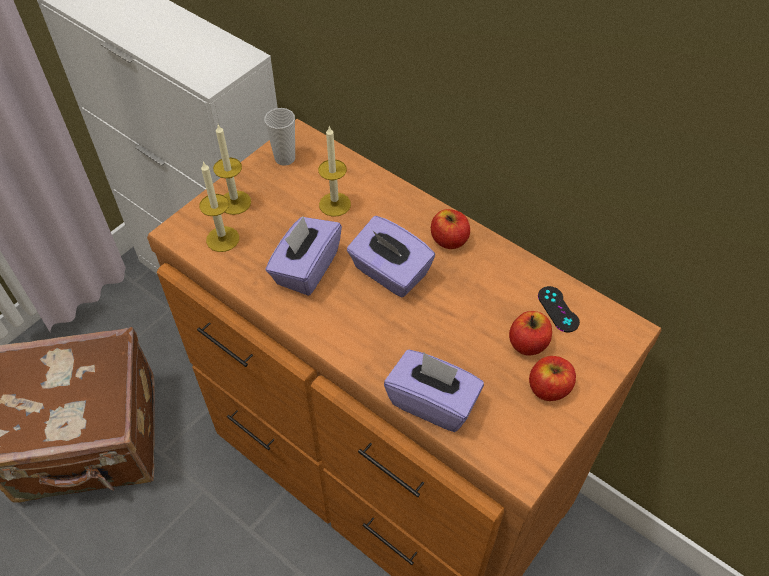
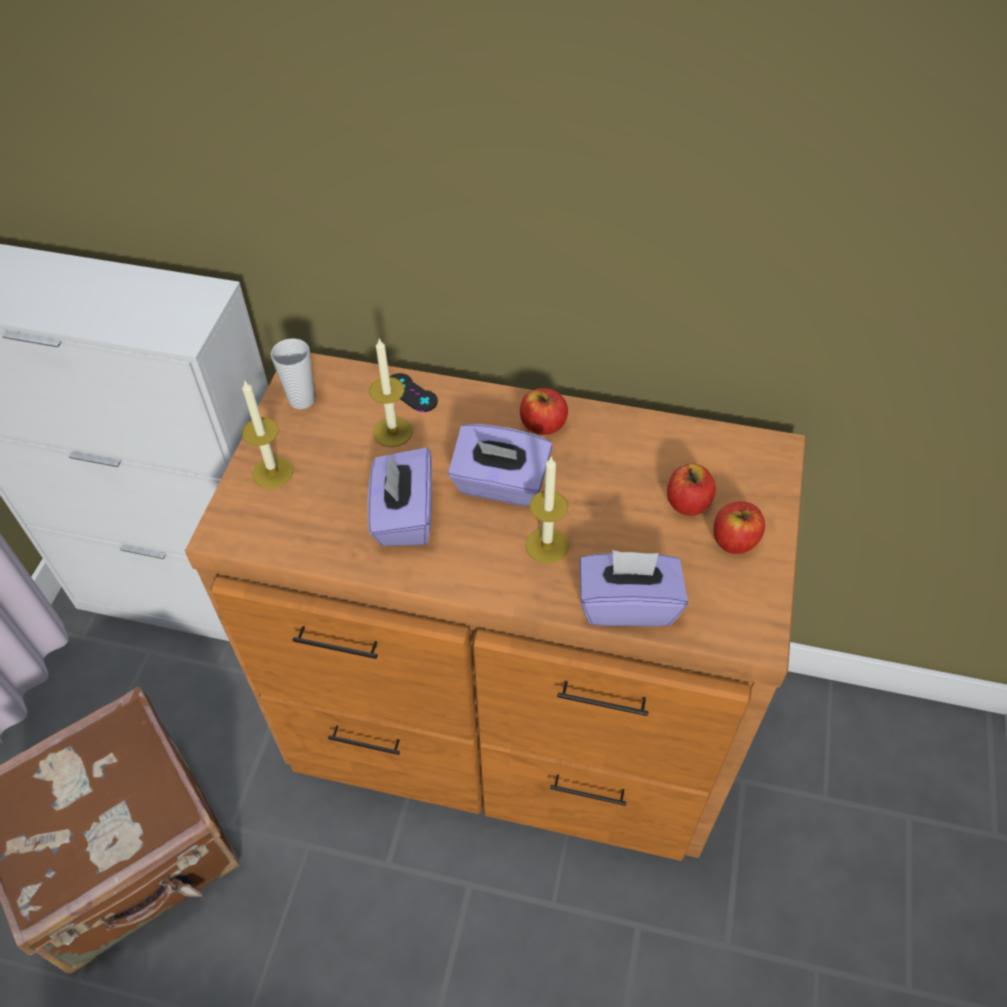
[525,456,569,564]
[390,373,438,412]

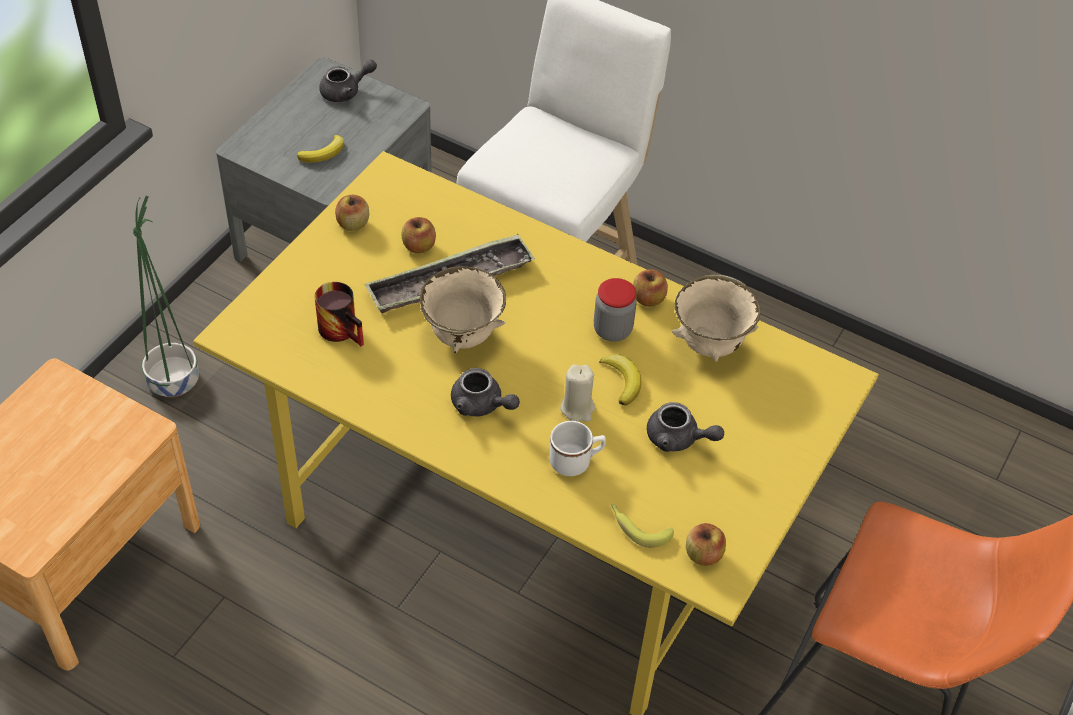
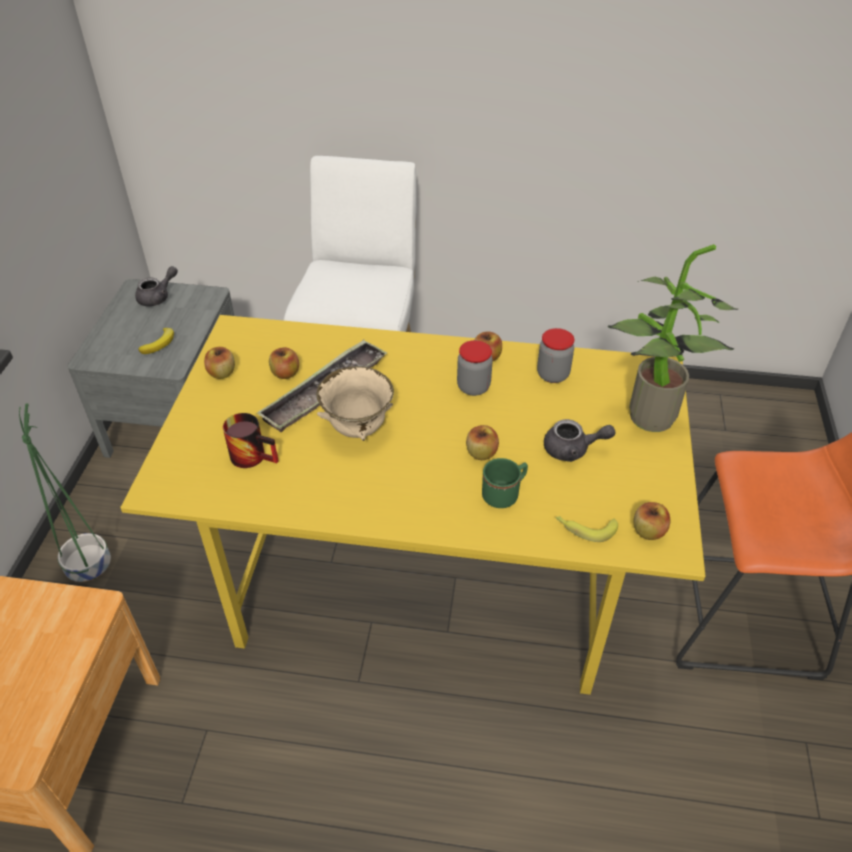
[537,328,574,383]
[599,354,641,406] (first image)
[466,425,499,460]
[451,368,520,416] (first image)
[482,458,528,508]
[608,244,738,432]

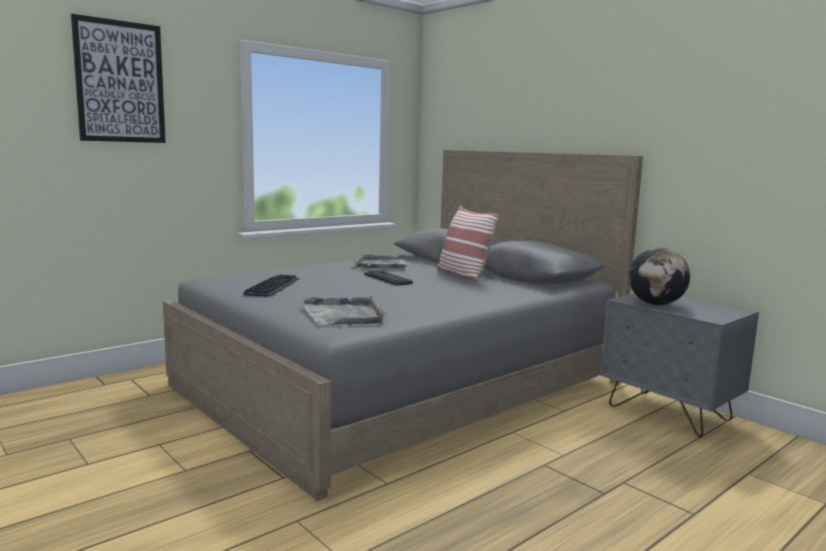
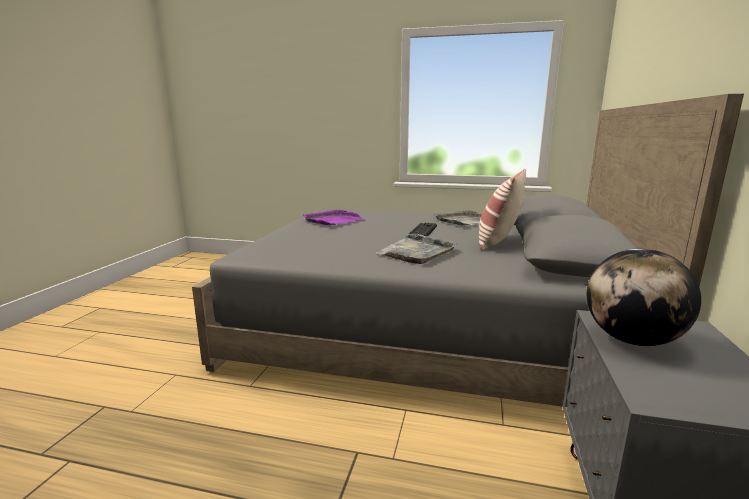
[71,14,166,143] (first image)
[303,210,365,225]
[376,234,458,264]

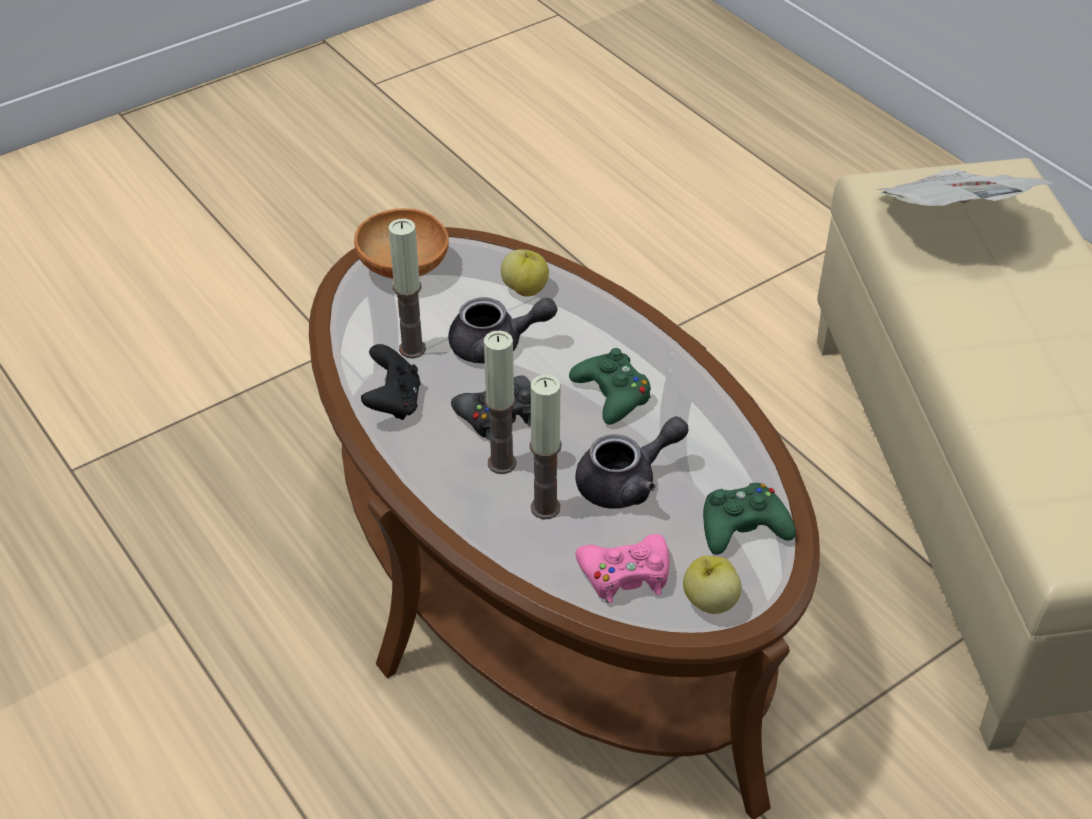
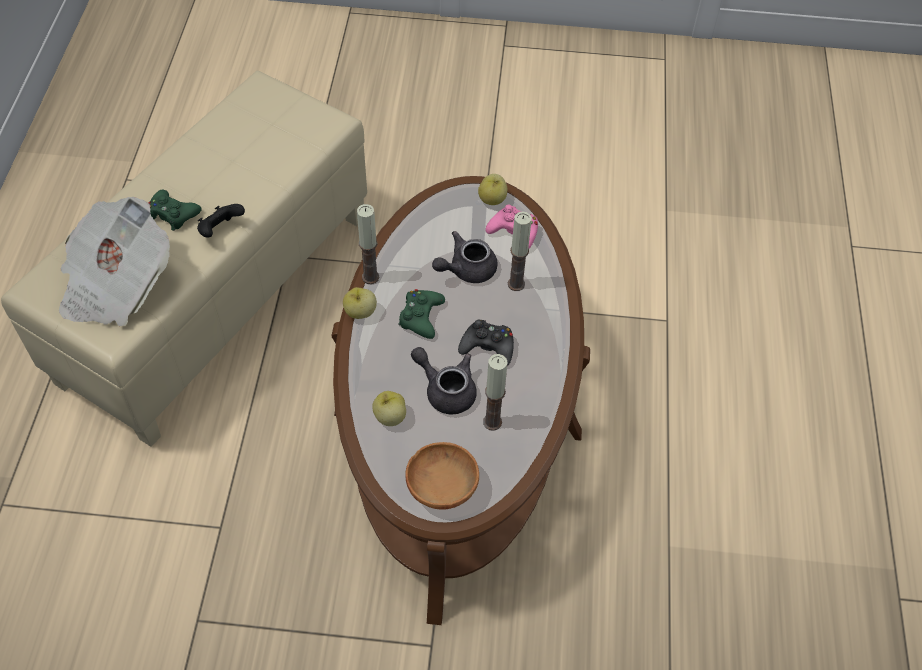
[357,204,379,284]
[197,204,245,238]
[432,231,497,283]
[148,189,202,231]
[343,287,377,319]

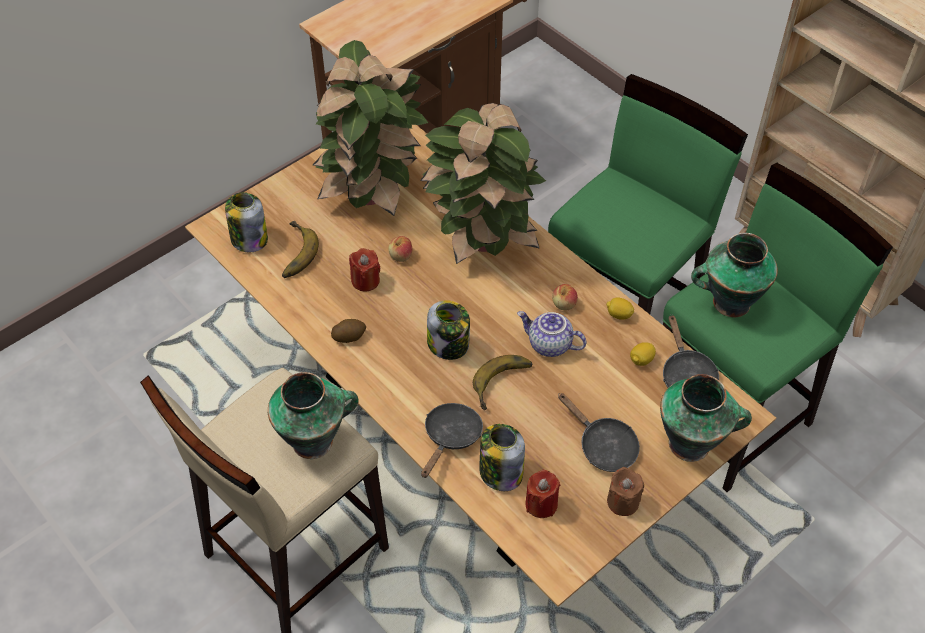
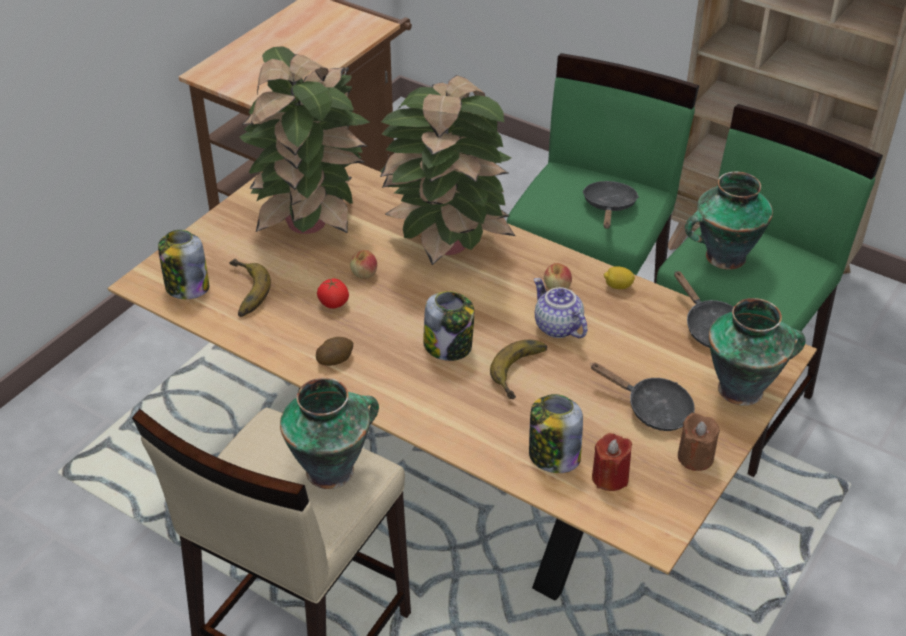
[317,278,349,309]
[534,278,587,338]
[630,342,656,366] (first image)
[583,181,639,229]

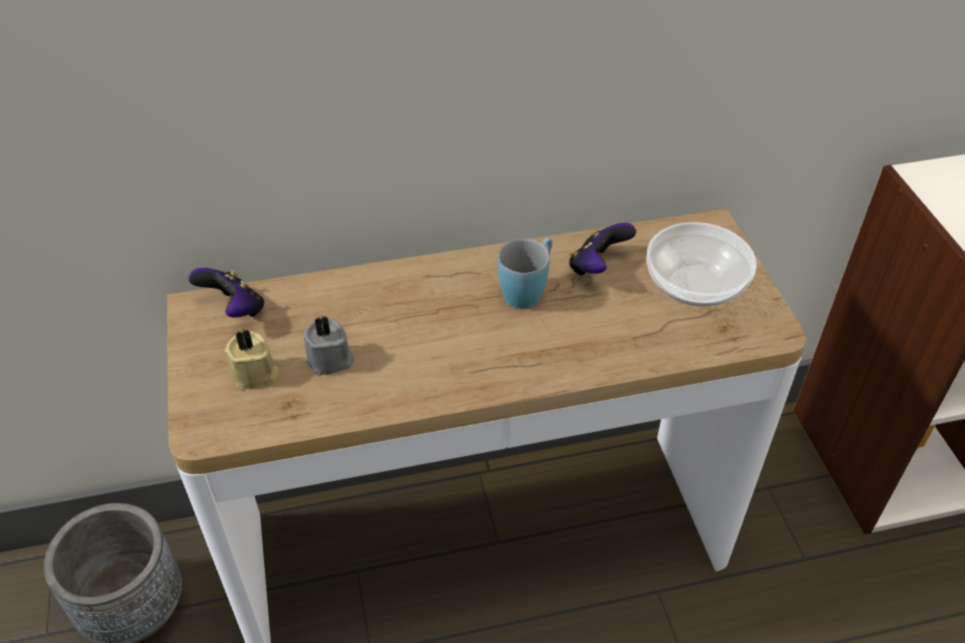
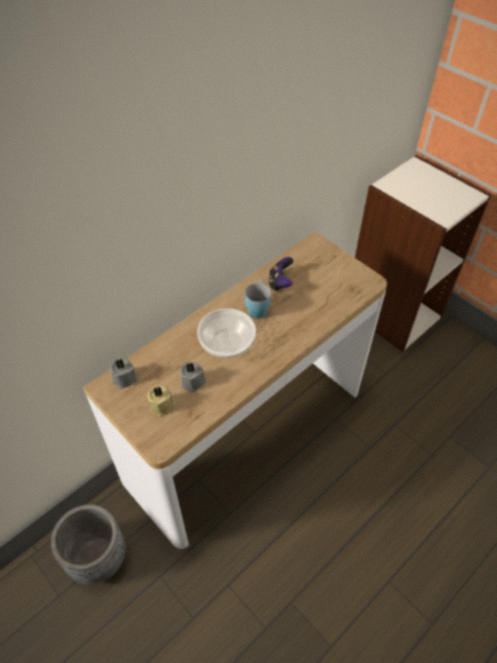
[197,308,256,358]
[110,358,138,389]

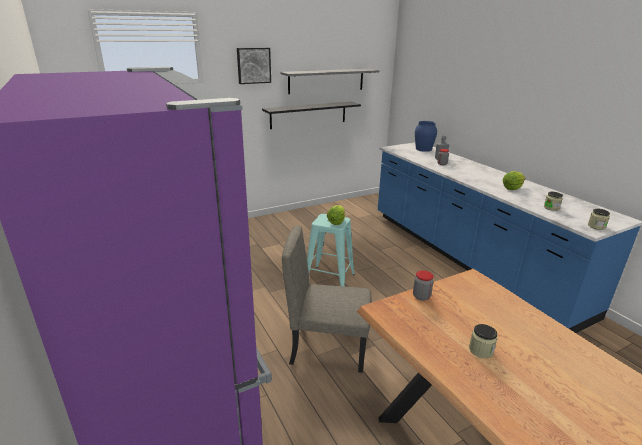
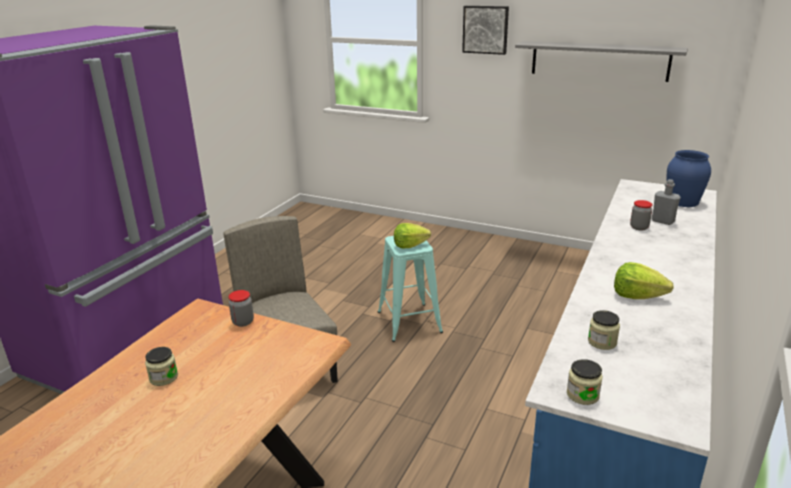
[262,102,361,129] (first image)

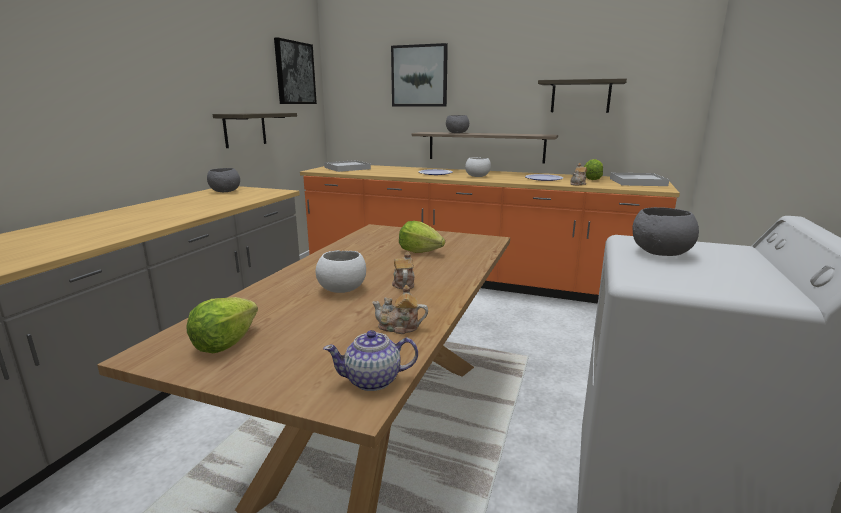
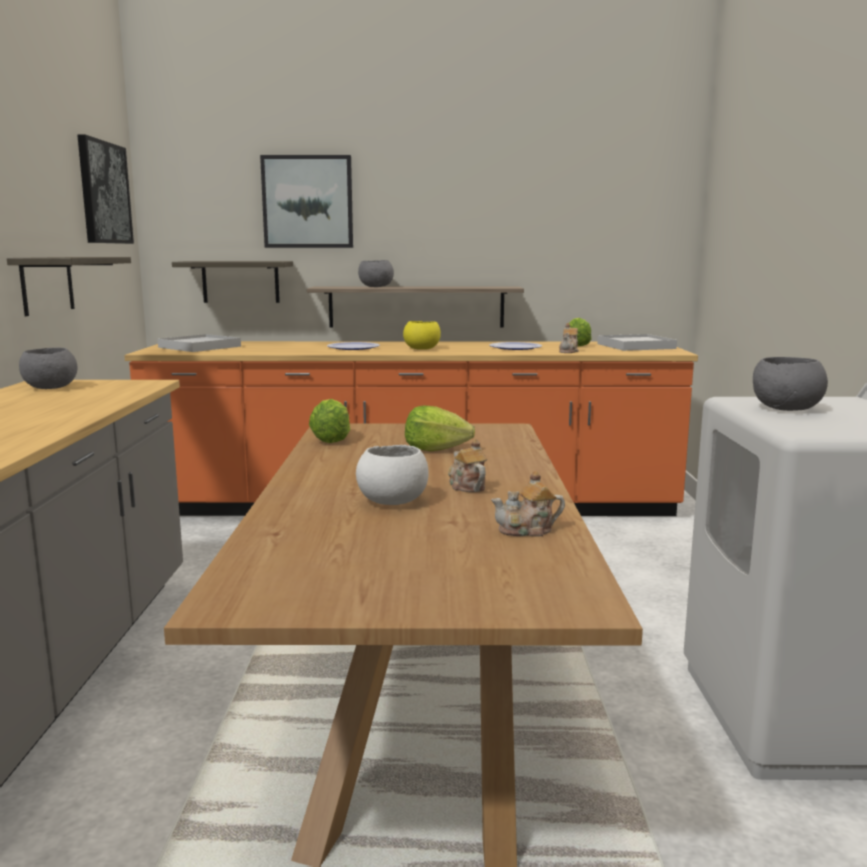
[172,261,293,303]
[403,321,441,350]
[309,399,351,443]
[323,330,418,391] (first image)

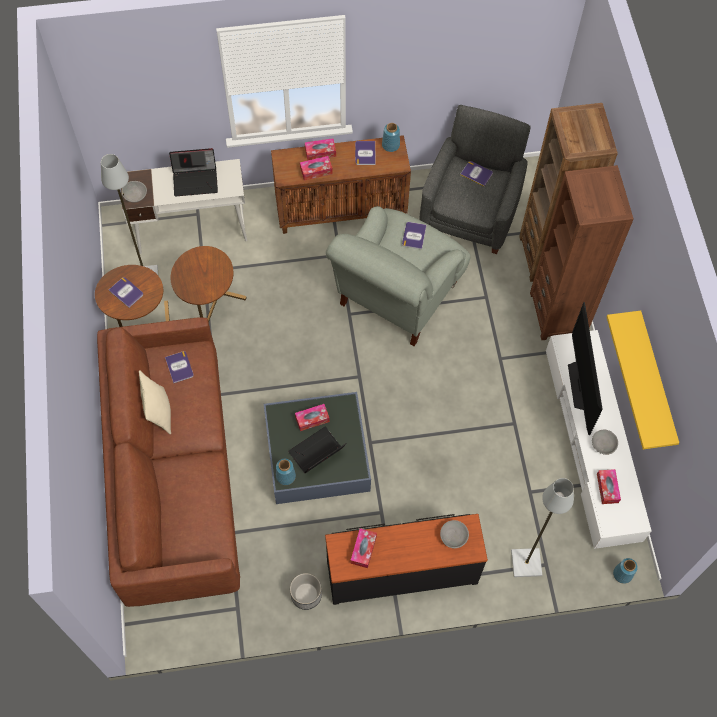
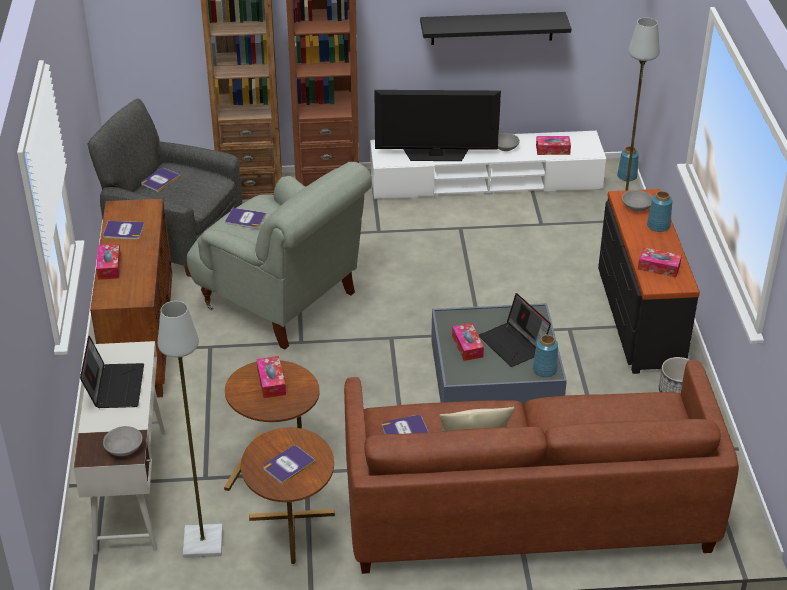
[647,191,673,232]
[257,356,286,398]
[420,12,572,45]

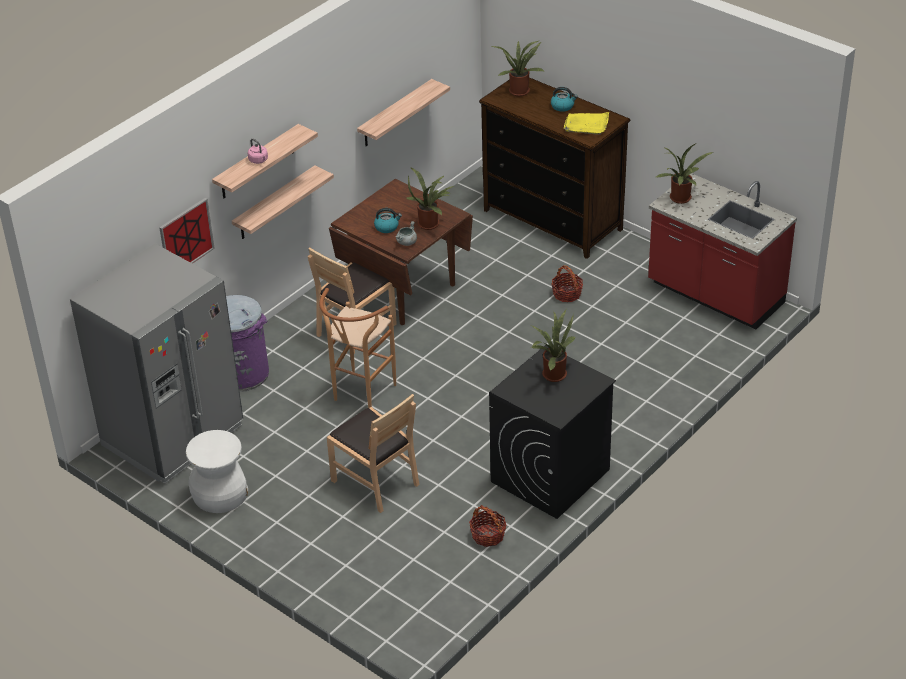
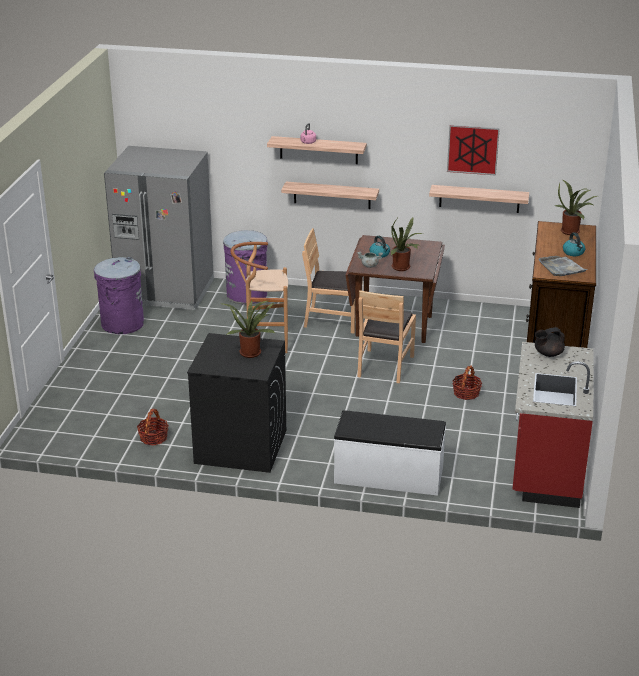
[539,256,587,276]
[535,327,565,357]
[447,125,500,176]
[357,290,416,383]
[94,257,144,334]
[334,410,446,496]

